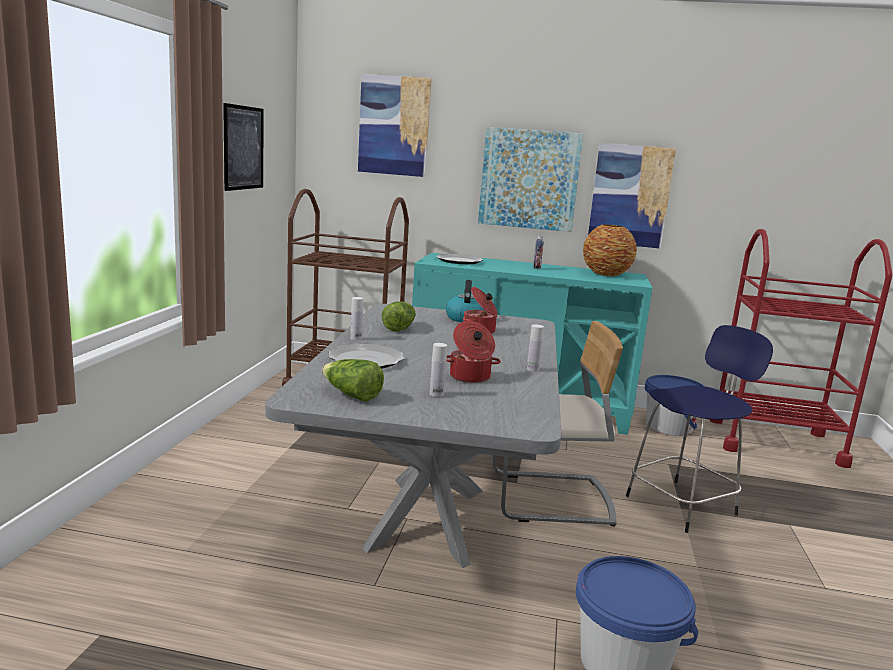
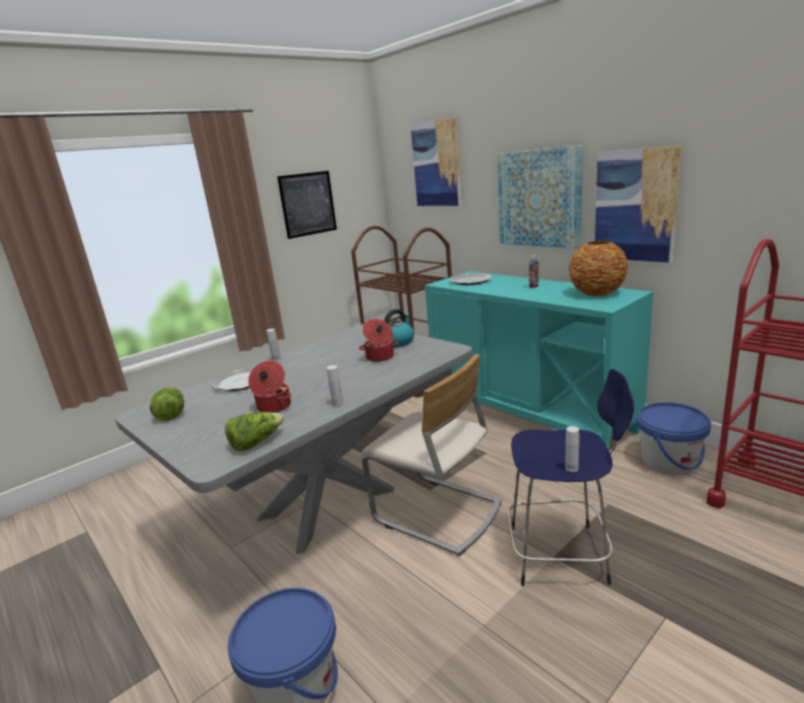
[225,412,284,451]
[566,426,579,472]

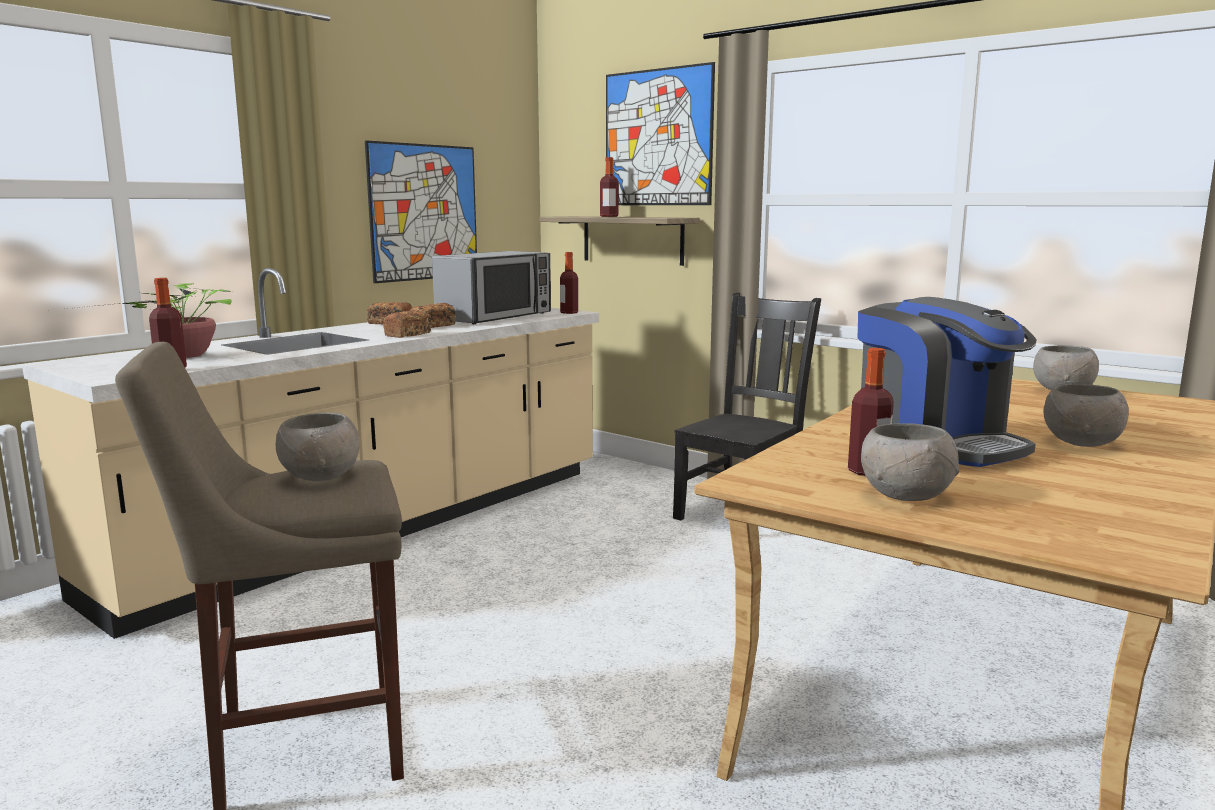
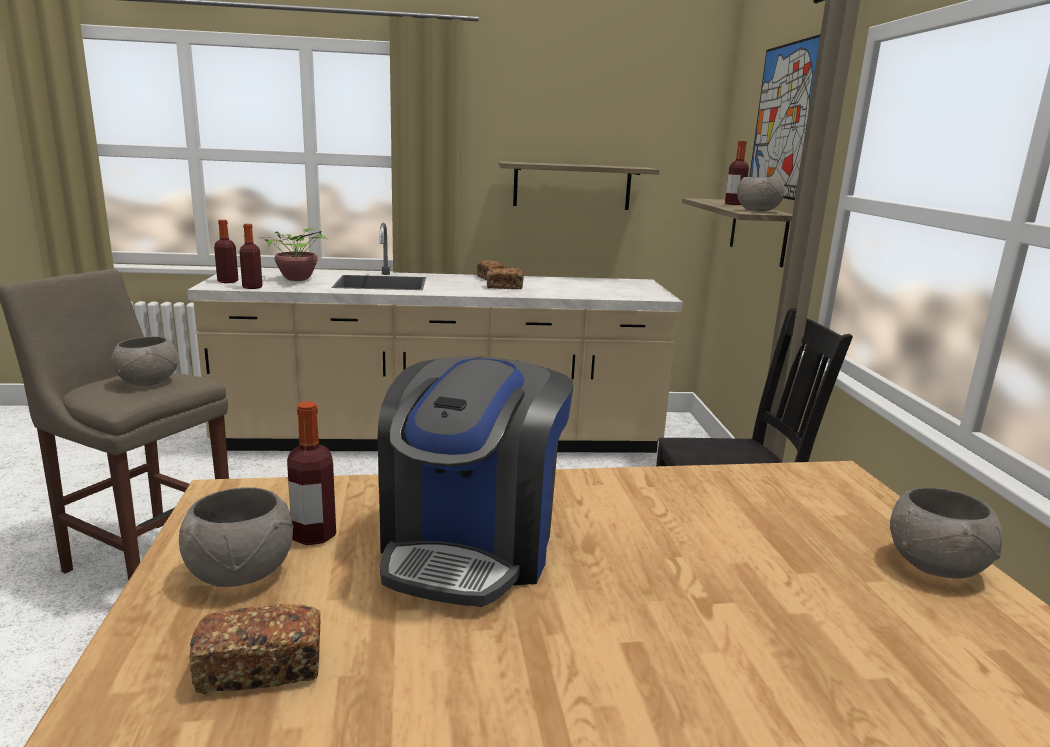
[498,161,660,210]
[432,251,551,324] (first image)
[214,220,238,283]
[189,604,320,694]
[737,177,785,211]

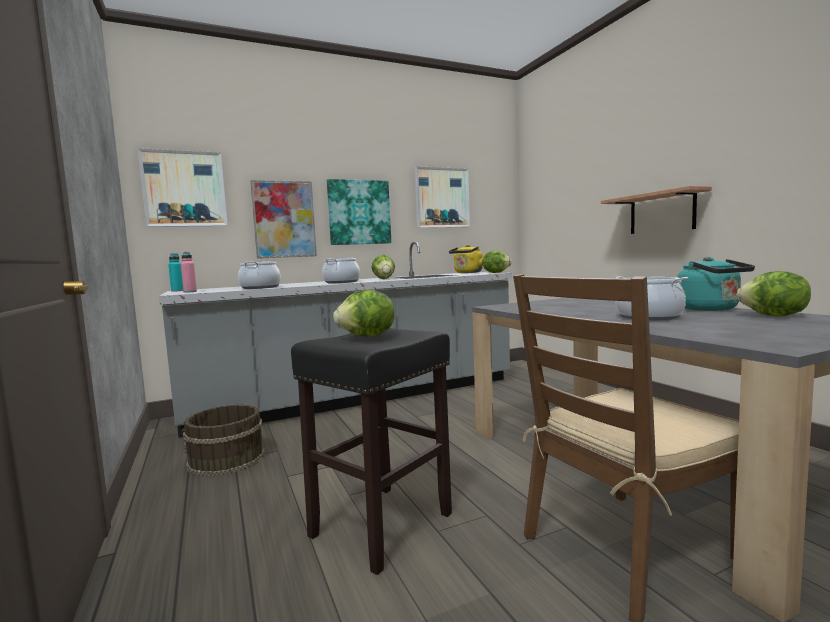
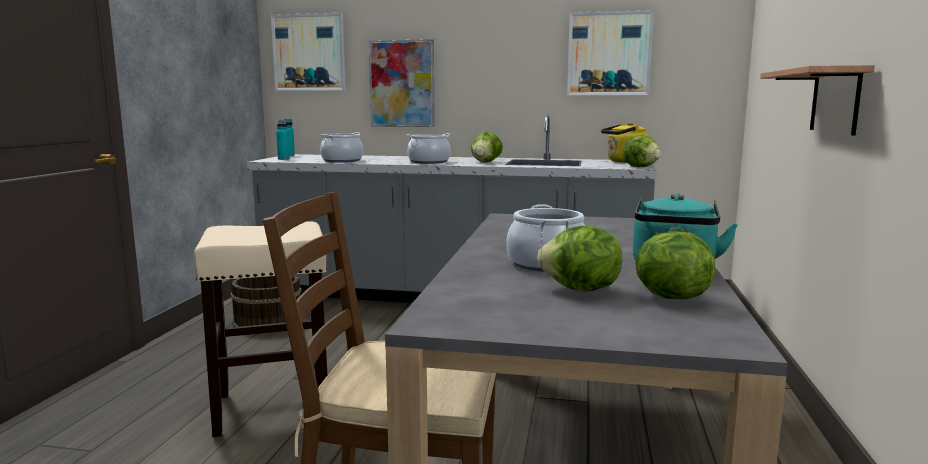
[327,179,391,245] (first image)
[276,120,290,160]
[537,226,622,292]
[194,221,327,437]

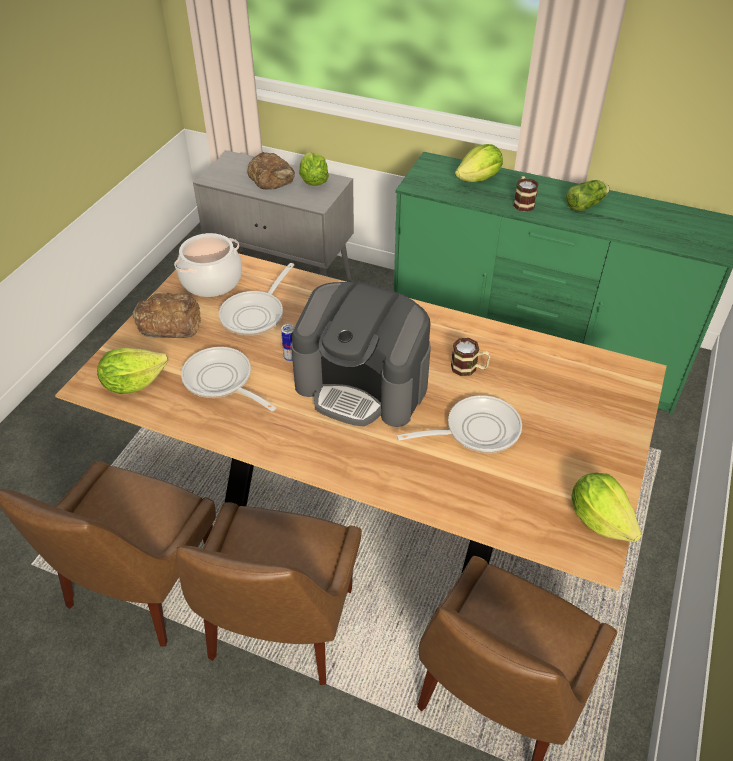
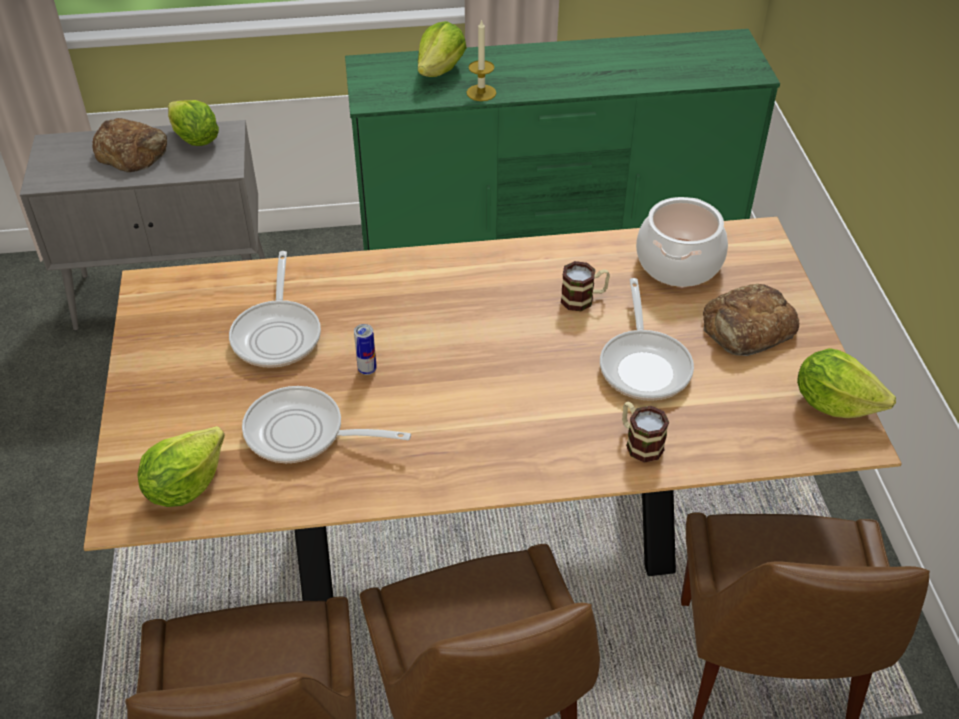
[622,402,669,462]
[566,180,609,211] (first image)
[636,197,728,287]
[291,282,431,427] (first image)
[703,284,799,356]
[600,278,694,401]
[466,19,496,101]

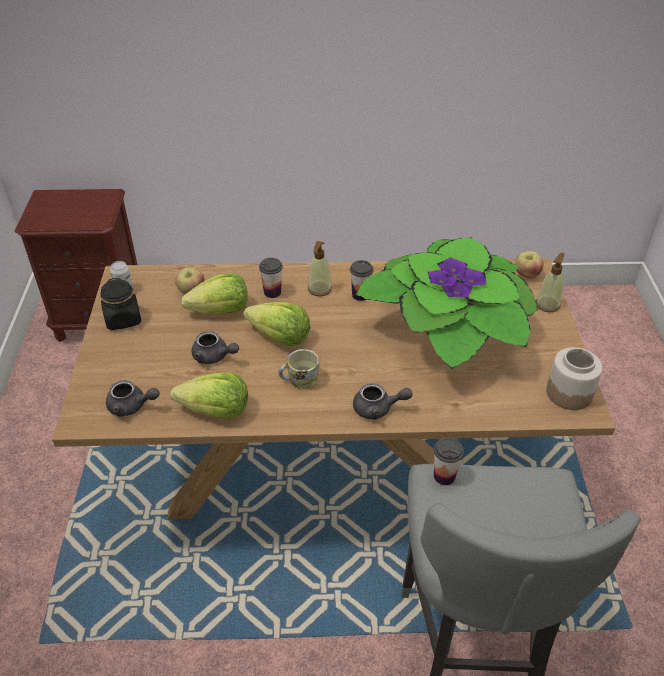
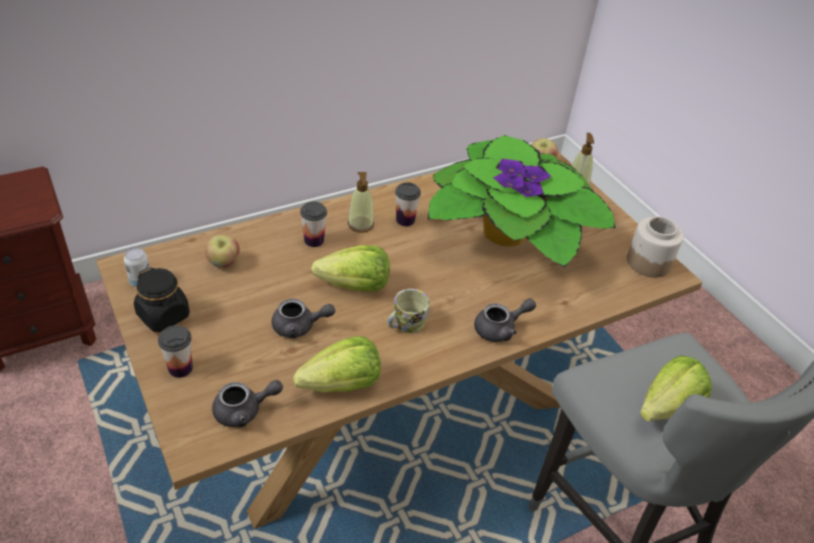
[640,355,712,421]
[158,325,193,378]

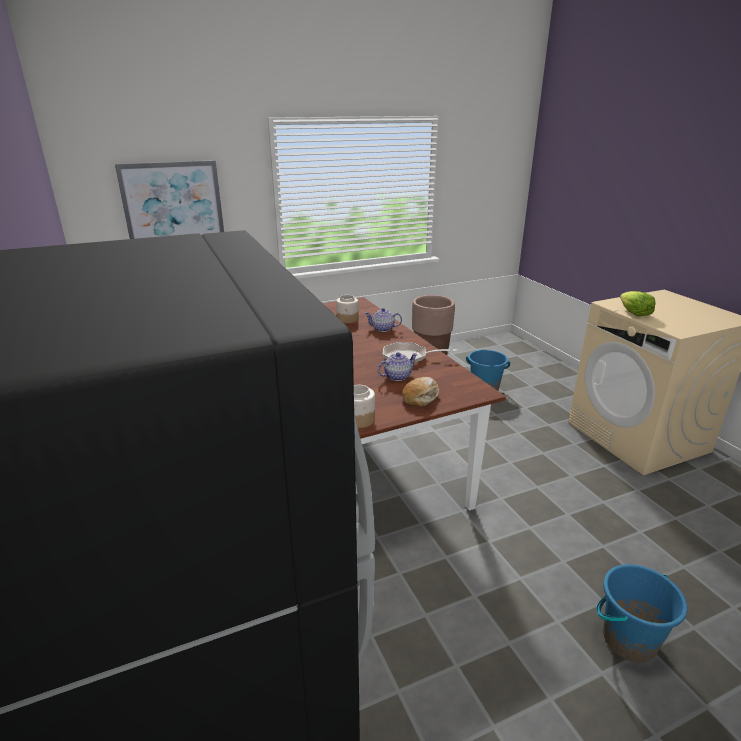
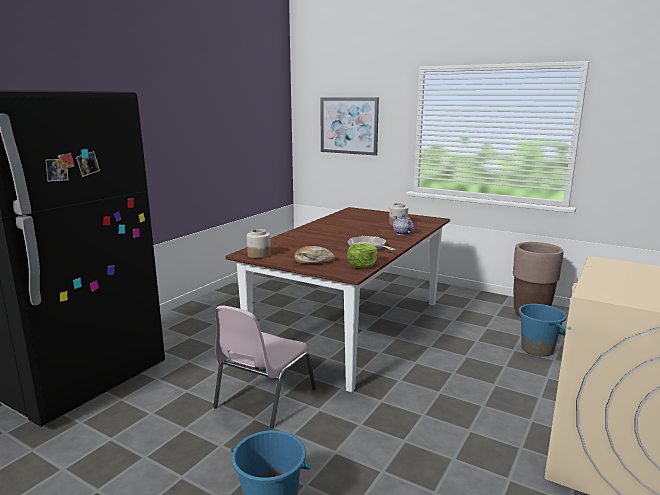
[347,243,378,268]
[378,352,418,381] (first image)
[213,306,316,428]

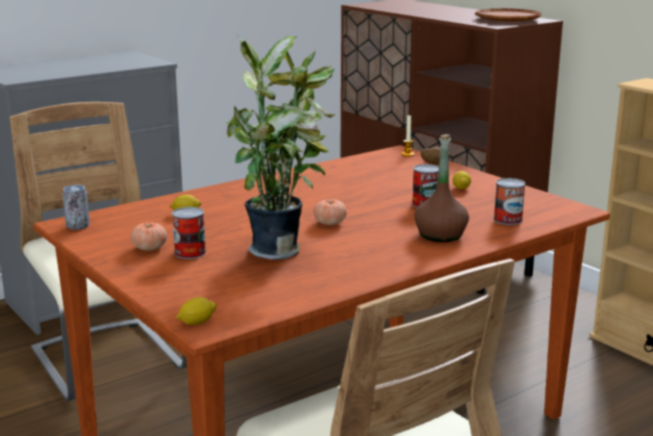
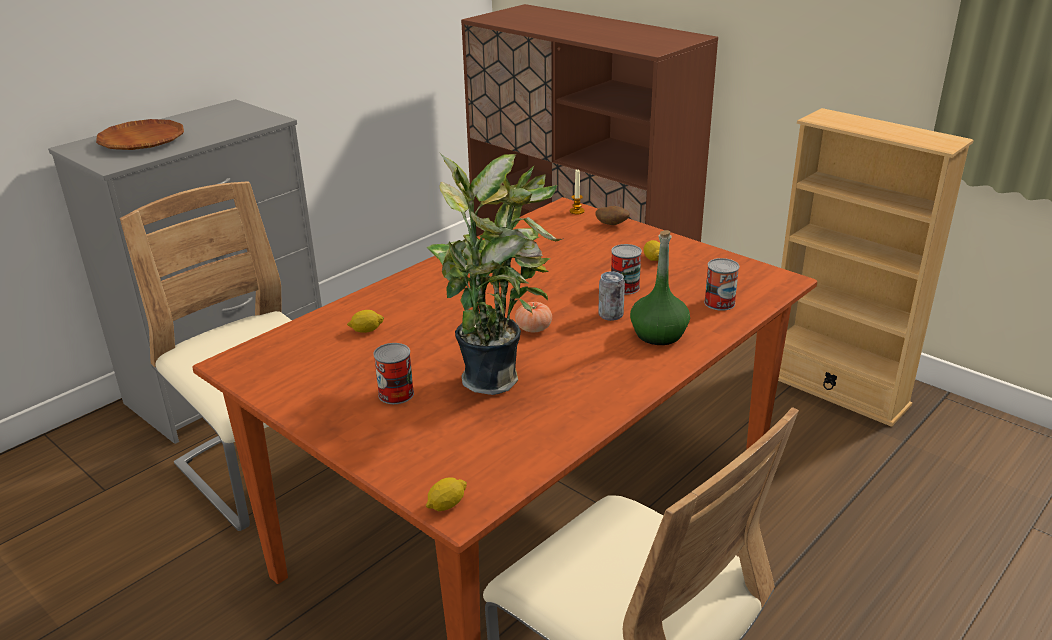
[96,119,184,150]
[630,230,690,345]
[598,271,625,321]
[130,222,167,251] (first image)

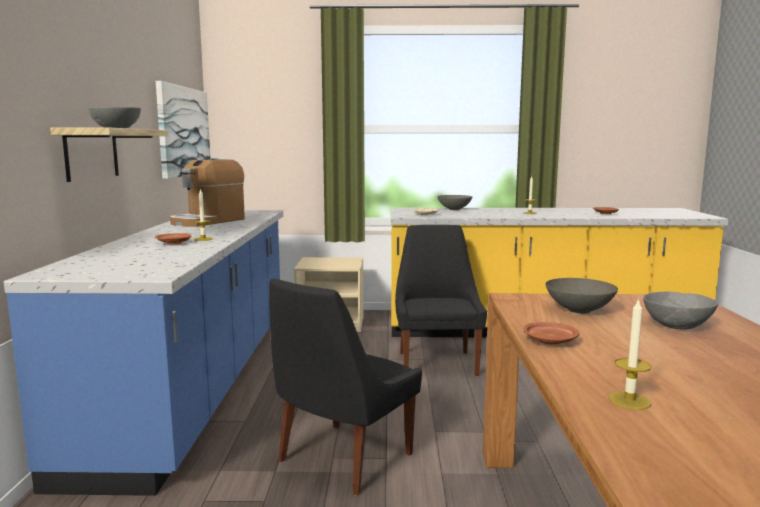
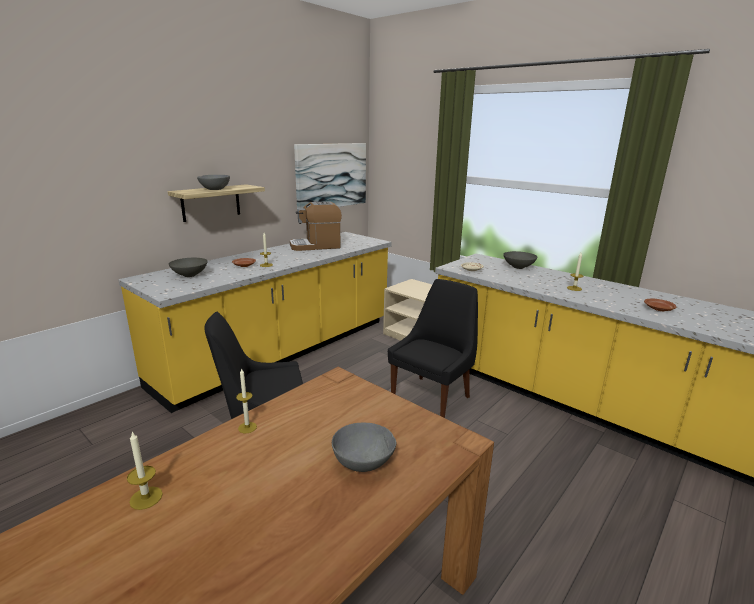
[118,232,392,413]
[169,258,208,277]
[236,368,257,433]

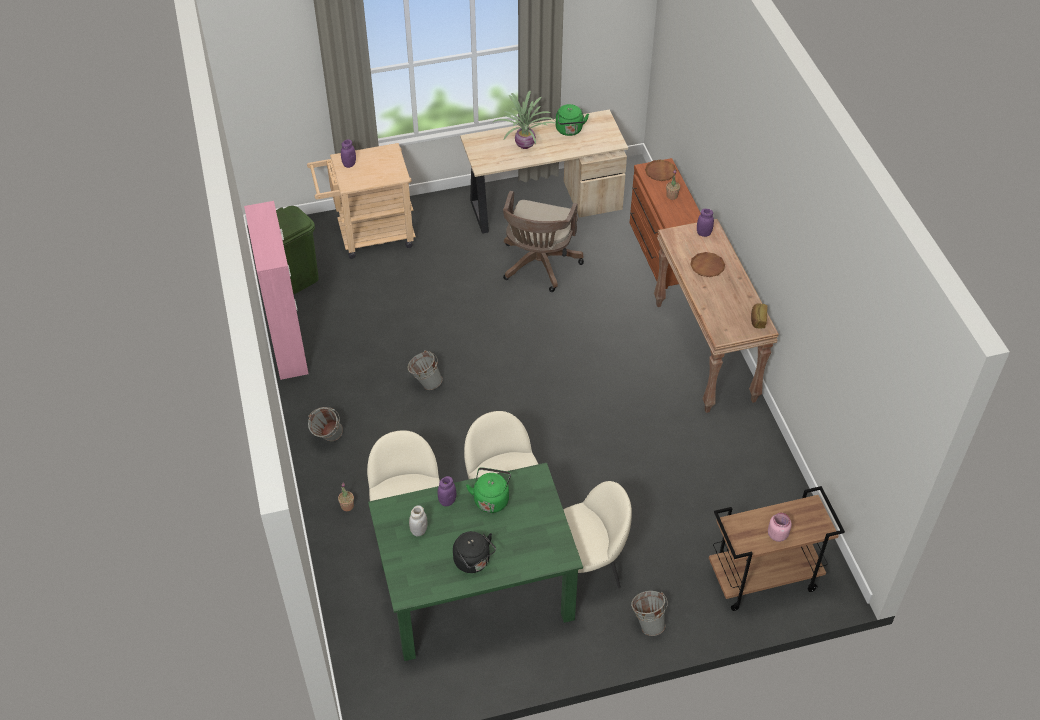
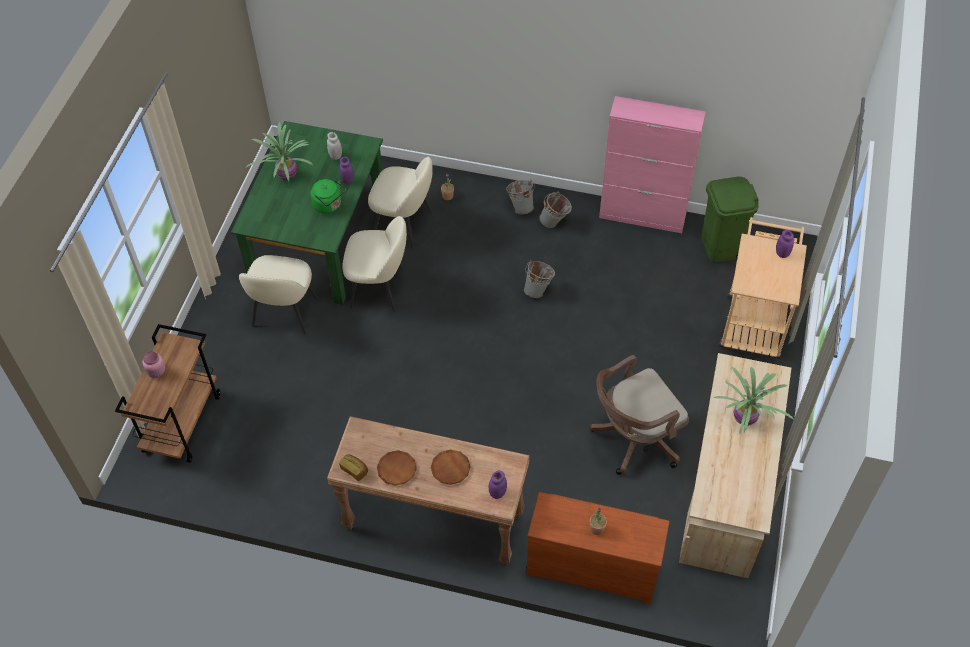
[556,104,589,136] (first image)
[377,450,417,486]
[590,355,689,475]
[245,122,314,181]
[539,192,572,228]

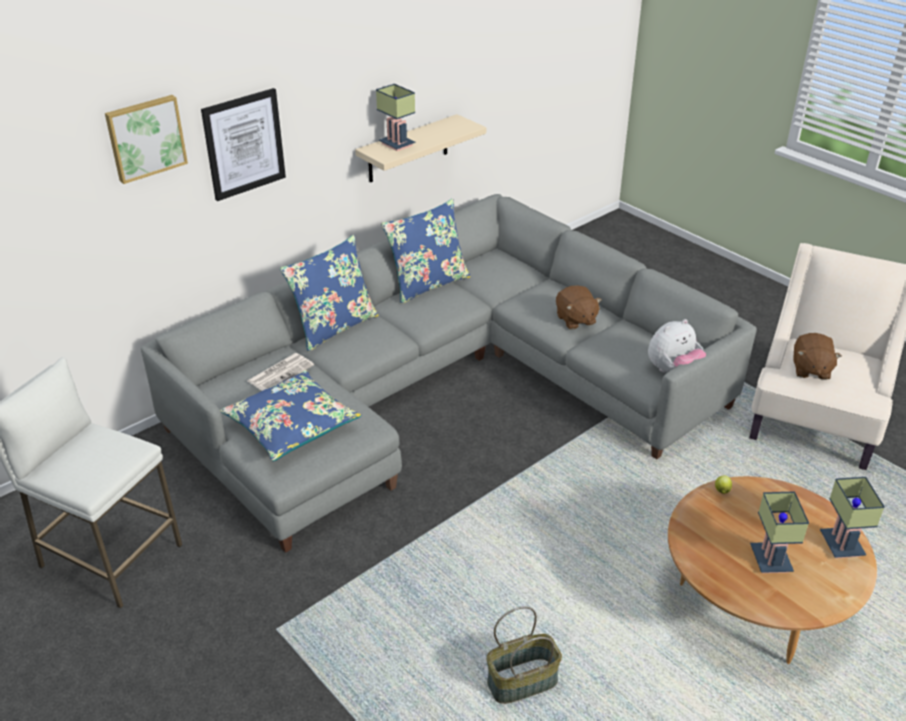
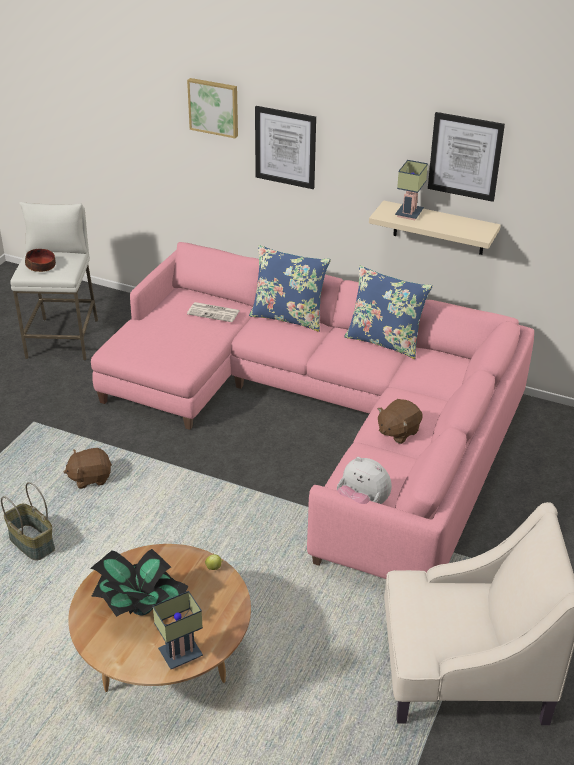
[91,242,534,579]
[64,448,112,489]
[220,370,362,461] (first image)
[90,549,188,617]
[428,112,505,202]
[25,249,56,272]

